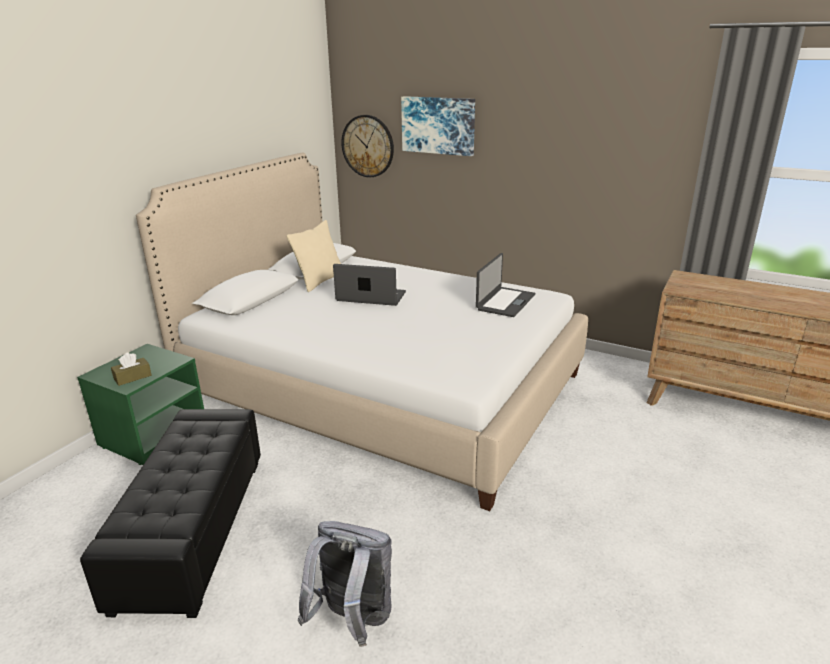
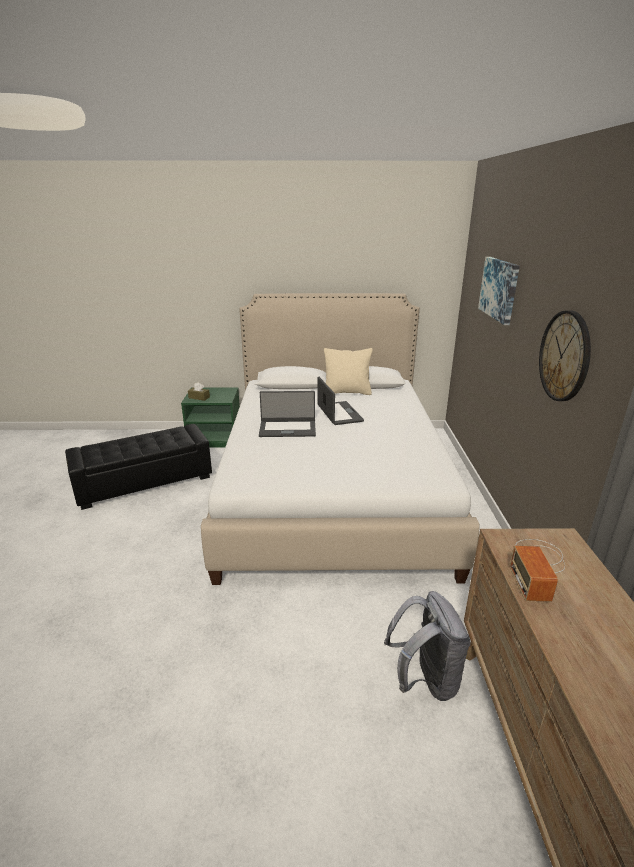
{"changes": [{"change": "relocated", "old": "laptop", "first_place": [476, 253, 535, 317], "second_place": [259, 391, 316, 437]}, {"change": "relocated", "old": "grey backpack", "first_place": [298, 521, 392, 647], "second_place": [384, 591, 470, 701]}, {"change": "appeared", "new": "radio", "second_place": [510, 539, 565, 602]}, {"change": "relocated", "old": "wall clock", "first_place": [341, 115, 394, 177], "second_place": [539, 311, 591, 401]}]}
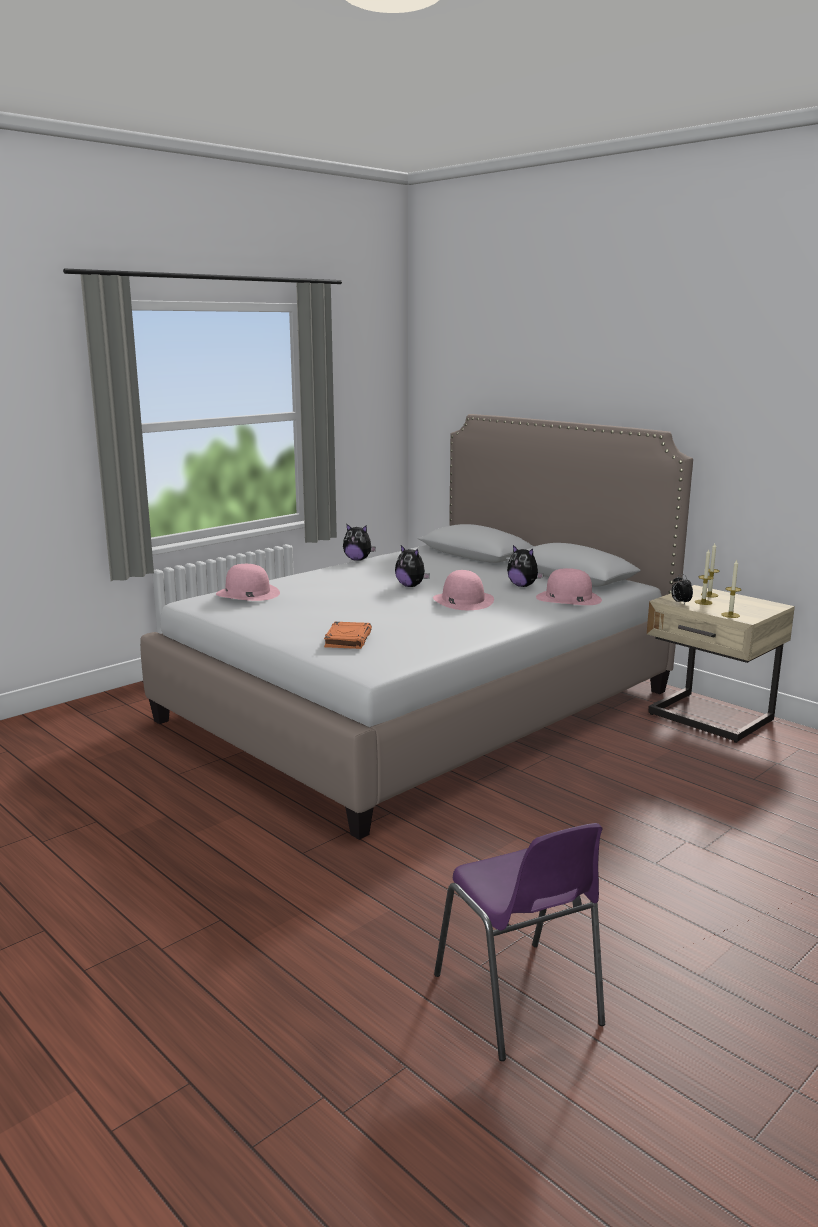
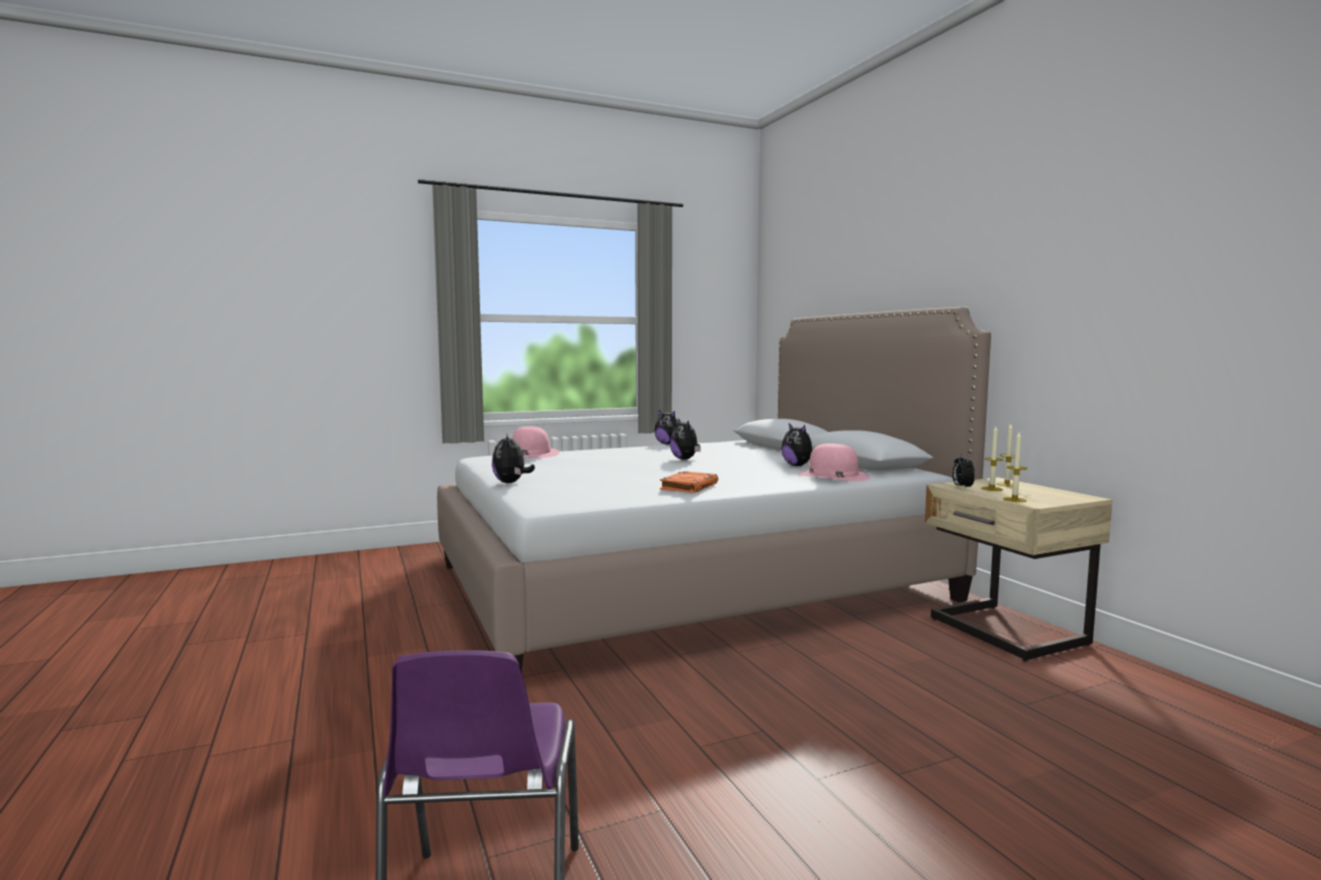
{"changes": [{"change": "appeared", "new": "plush toy", "second_place": [492, 433, 535, 483]}, {"change": "relocated", "old": "orange book", "first_place": [324, 622, 372, 649], "second_place": [660, 471, 718, 493]}, {"change": "missing", "old": "pink hat", "first_place": [433, 570, 494, 610]}]}
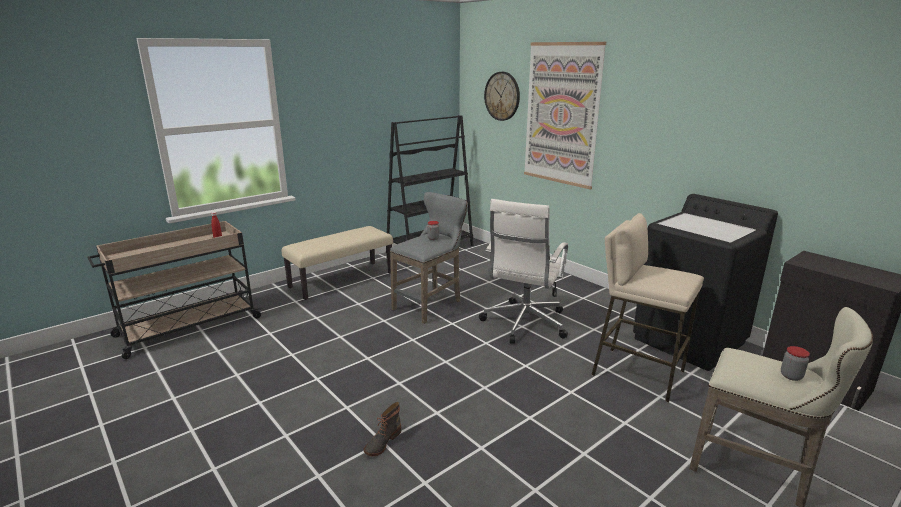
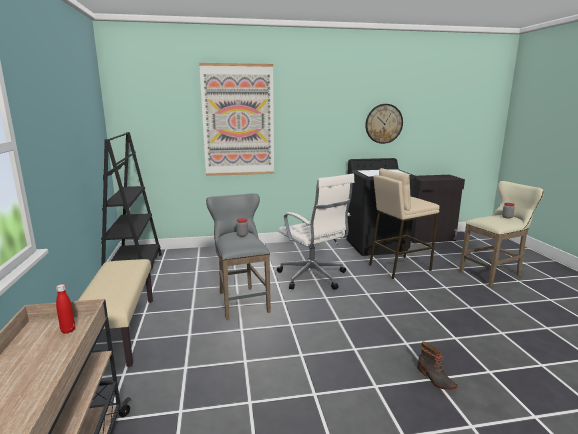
{"changes": [{"change": "relocated", "old": "wall clock", "first_place": [484, 72, 520, 121], "second_place": [365, 104, 403, 144]}]}
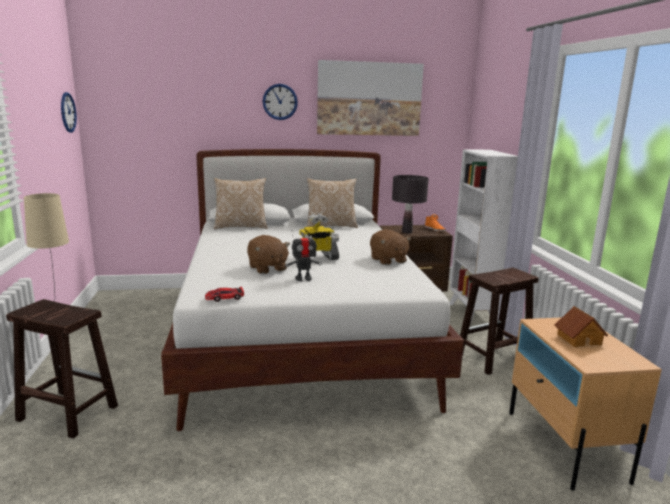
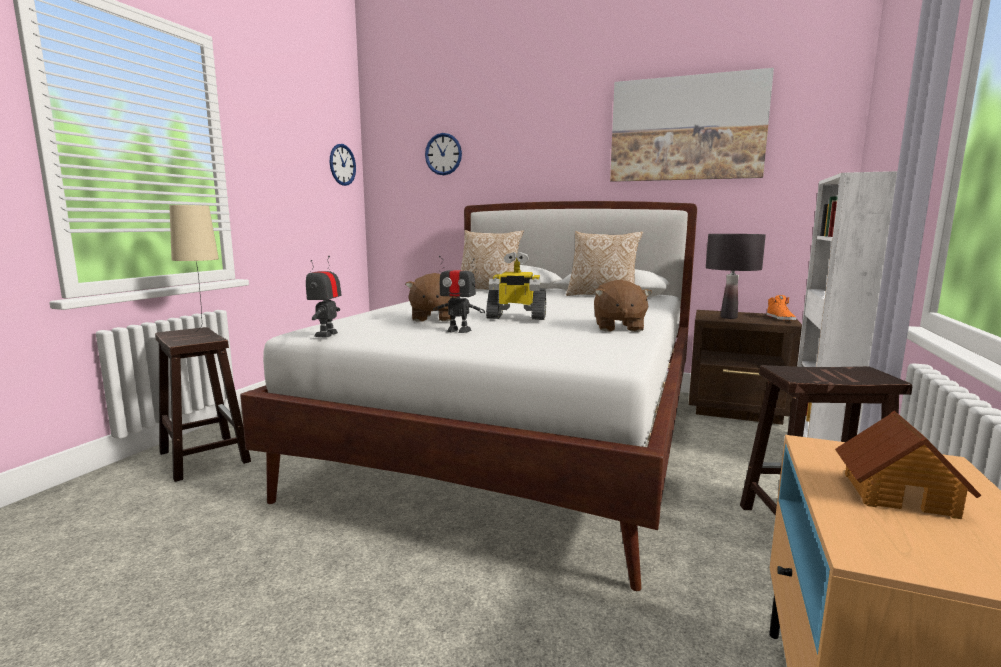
{"changes": [{"change": "exchanged", "old": "toy car", "new": "toy robot", "first_place": [205, 287, 244, 302], "second_place": [306, 256, 342, 337]}, {"change": "relocated", "old": "wall clock", "first_place": [263, 84, 298, 120], "second_place": [425, 133, 462, 175]}]}
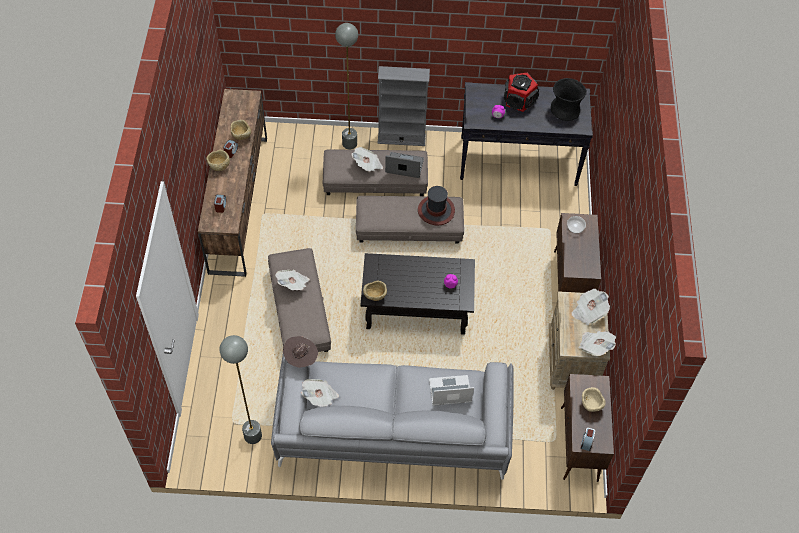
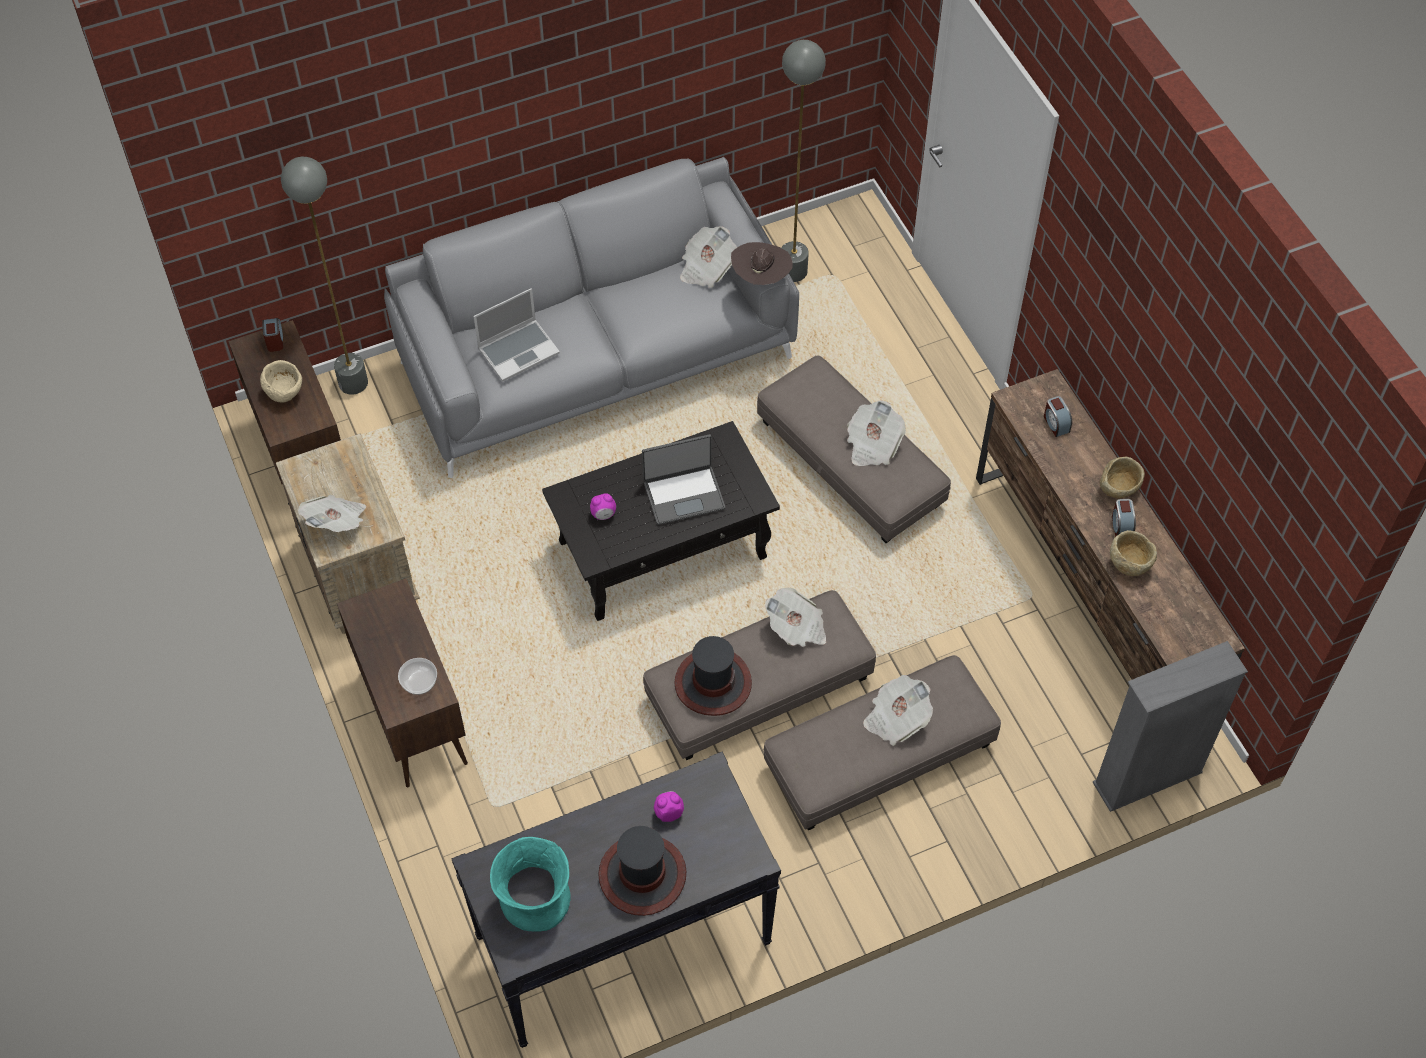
{"changes": [{"change": "relocated", "old": "grey floor lamp", "first_place": [335, 23, 358, 149], "second_place": [281, 157, 368, 395]}, {"change": "colour", "old": "black vase", "new": "turquoise vase", "first_place": [551, 78, 587, 121], "second_place": [490, 837, 571, 932]}, {"change": "exchanged", "old": "speaker", "new": "hat", "first_place": [504, 72, 539, 112], "second_place": [598, 826, 686, 916]}, {"change": "relocated", "old": "laptop", "first_place": [385, 152, 424, 178], "second_place": [642, 434, 725, 525]}, {"change": "relocated", "old": "newspaper", "first_place": [579, 331, 616, 356], "second_place": [765, 588, 826, 647]}, {"change": "relocated", "old": "grey bookcase", "first_place": [378, 66, 430, 146], "second_place": [1093, 641, 1248, 812]}, {"change": "missing", "old": "beige bowl", "first_place": [363, 281, 387, 301]}]}
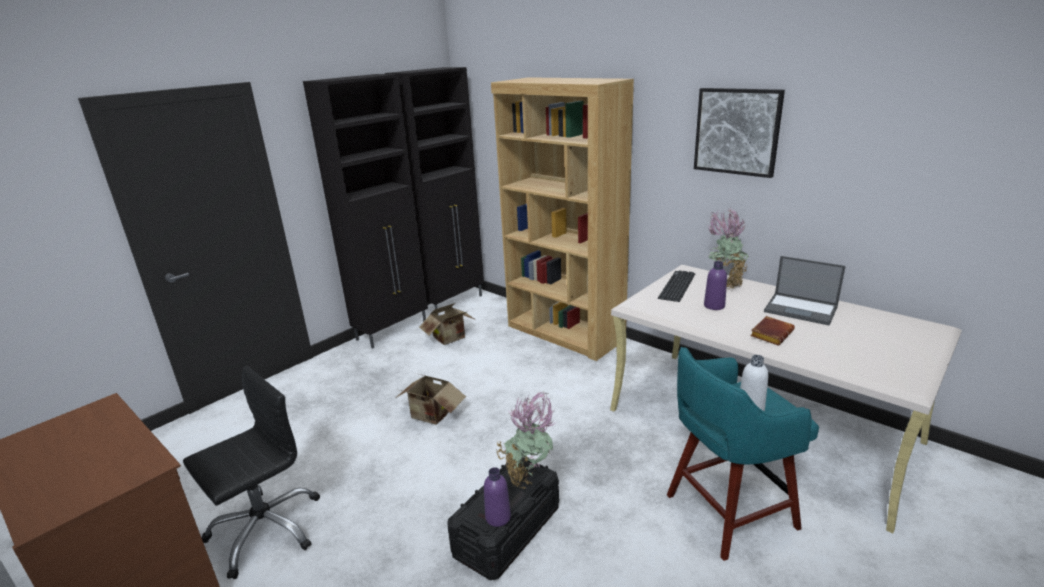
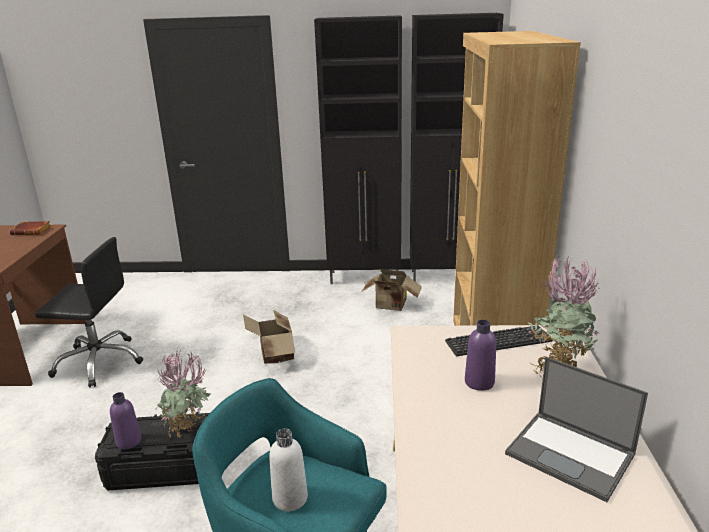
{"changes": [{"change": "relocated", "old": "brown book", "first_place": [750, 316, 795, 345], "second_place": [10, 221, 51, 235]}, {"change": "spun", "old": "laptop", "first_place": [764, 256, 846, 326], "second_place": [505, 357, 648, 502], "degrees": -45}, {"change": "missing", "old": "picture", "first_place": [694, 88, 785, 178]}]}
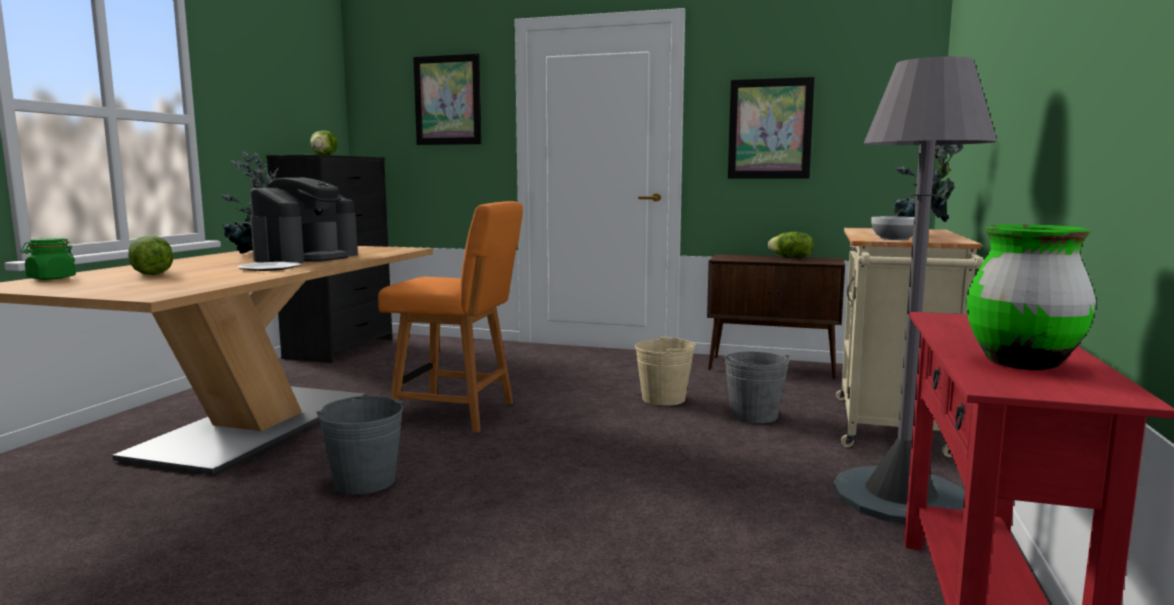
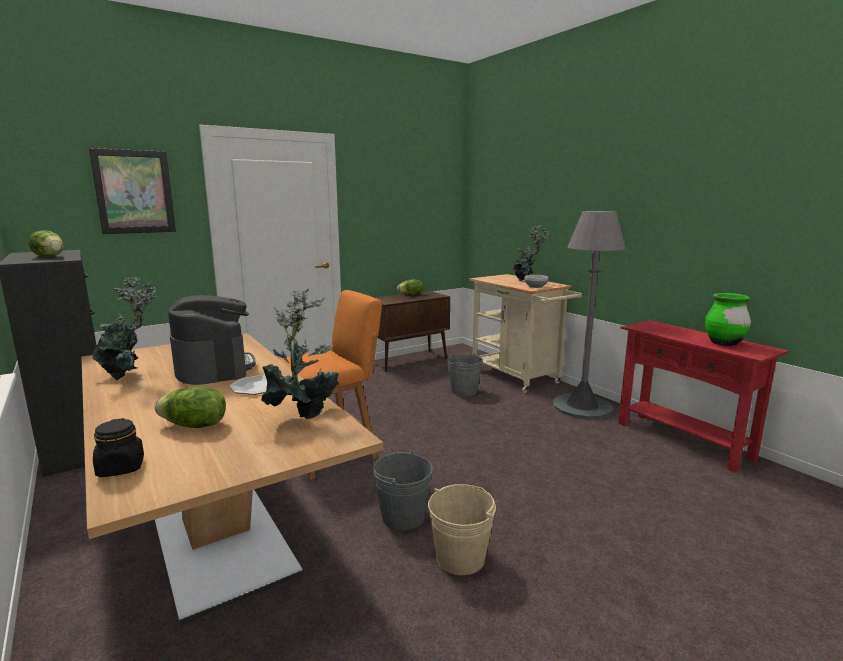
{"changes": [{"change": "colour", "old": "green jar", "new": "black jar", "first_place": [21, 238, 76, 280], "second_place": [93, 418, 144, 477]}, {"change": "appeared", "new": "potted plant", "second_place": [261, 289, 340, 419]}, {"change": "relocated", "old": "beige bucket", "first_place": [635, 336, 696, 406], "second_place": [428, 484, 496, 575]}, {"change": "missing", "old": "picture", "first_place": [728, 77, 815, 179]}]}
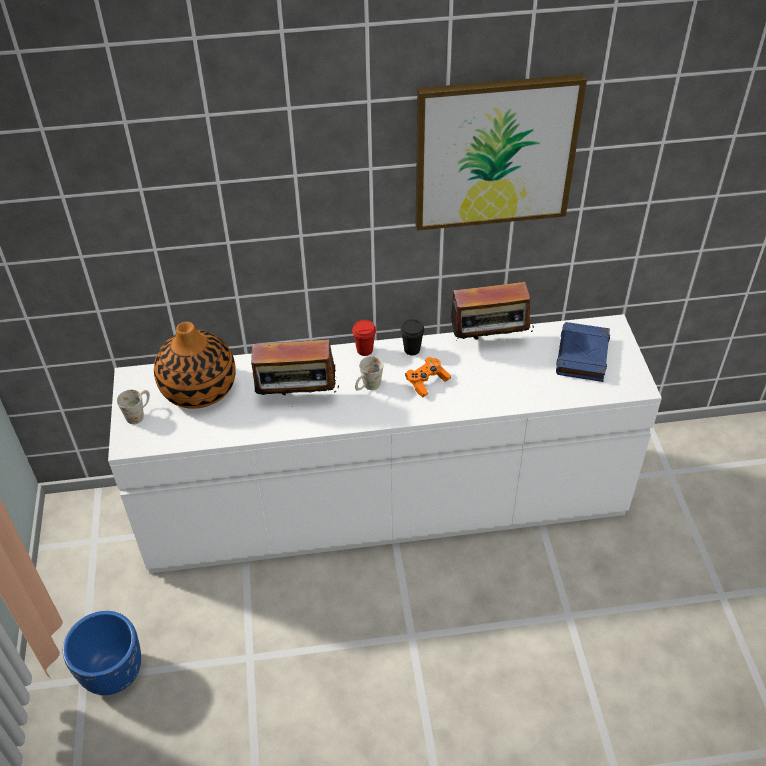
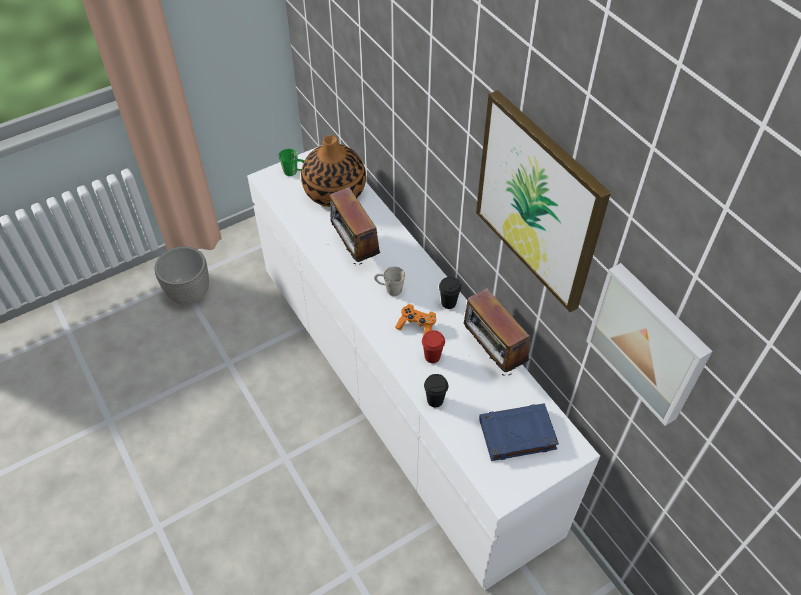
{"changes": [{"change": "colour", "old": "blue planter", "new": "grey planter", "first_place": [63, 611, 141, 695], "second_place": [154, 246, 209, 305]}, {"change": "colour", "old": "white mug", "new": "green mug", "first_place": [117, 390, 150, 424], "second_place": [279, 149, 304, 176]}, {"change": "relocated", "old": "red cup", "first_place": [352, 320, 376, 356], "second_place": [422, 330, 445, 363]}, {"change": "appeared", "new": "black cup", "second_place": [424, 374, 448, 407]}, {"change": "appeared", "new": "picture", "second_place": [586, 263, 713, 426]}]}
